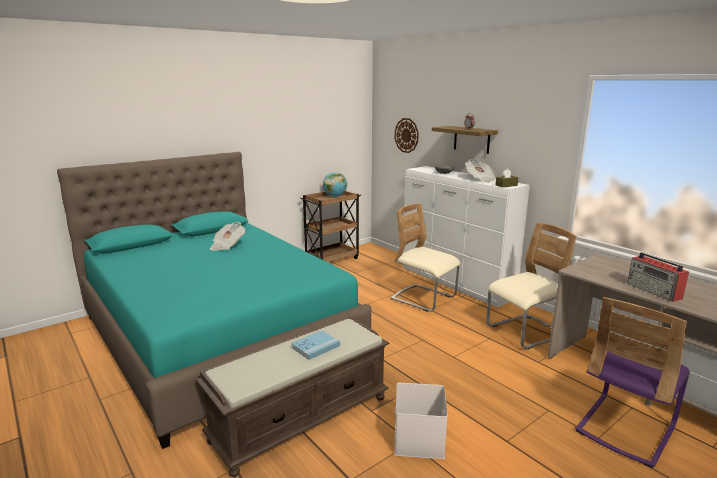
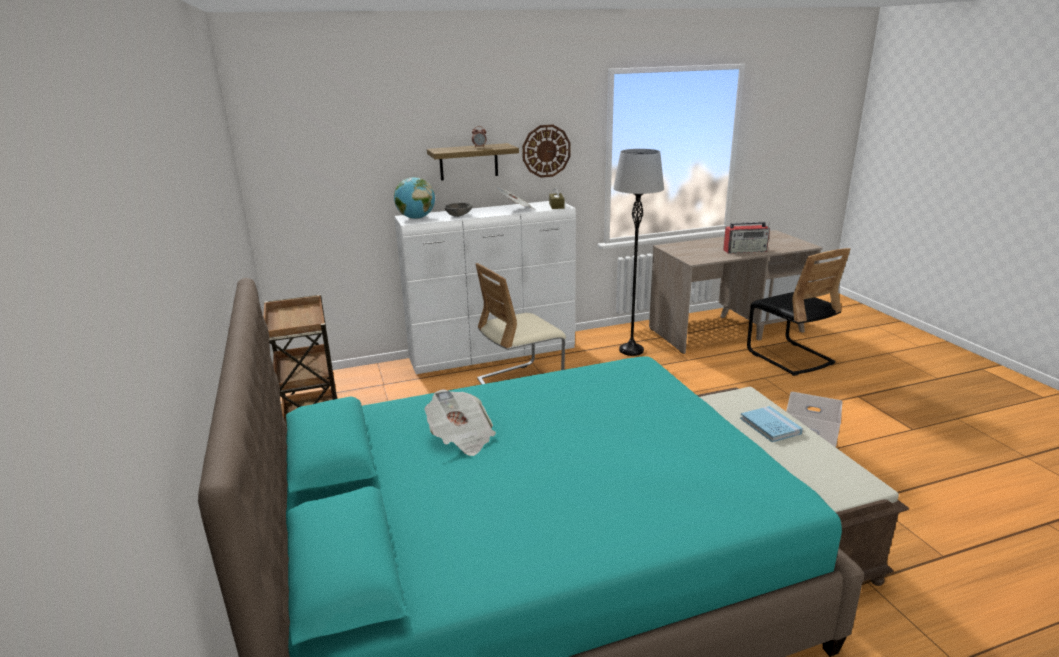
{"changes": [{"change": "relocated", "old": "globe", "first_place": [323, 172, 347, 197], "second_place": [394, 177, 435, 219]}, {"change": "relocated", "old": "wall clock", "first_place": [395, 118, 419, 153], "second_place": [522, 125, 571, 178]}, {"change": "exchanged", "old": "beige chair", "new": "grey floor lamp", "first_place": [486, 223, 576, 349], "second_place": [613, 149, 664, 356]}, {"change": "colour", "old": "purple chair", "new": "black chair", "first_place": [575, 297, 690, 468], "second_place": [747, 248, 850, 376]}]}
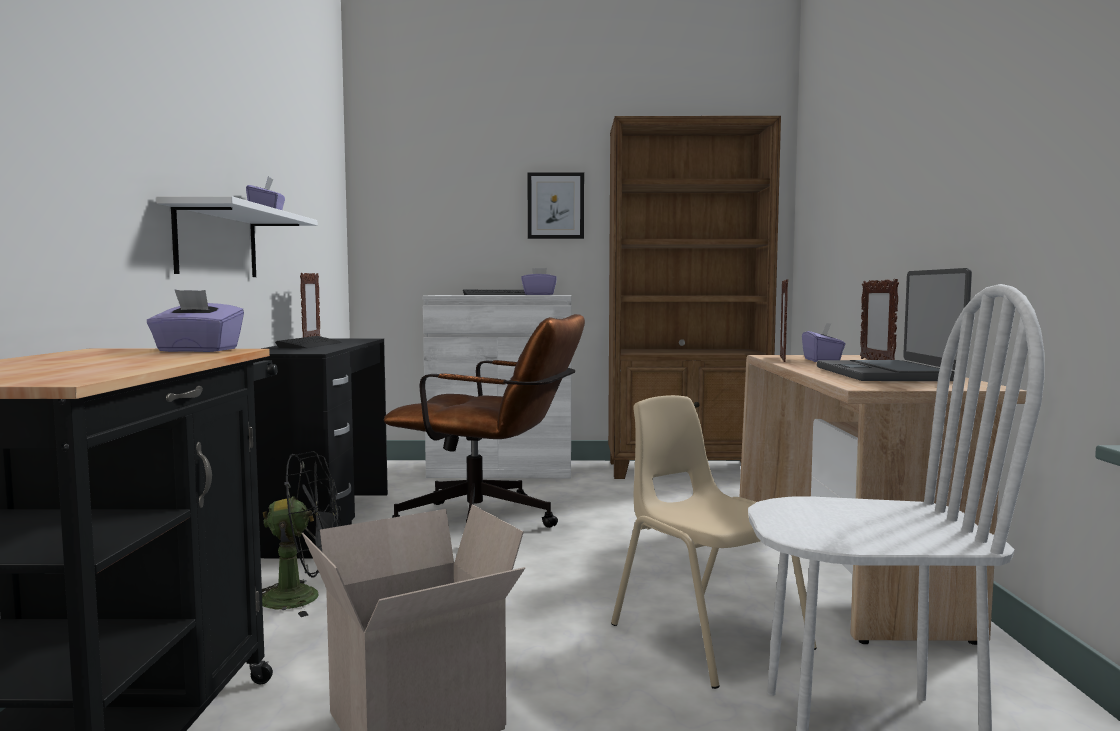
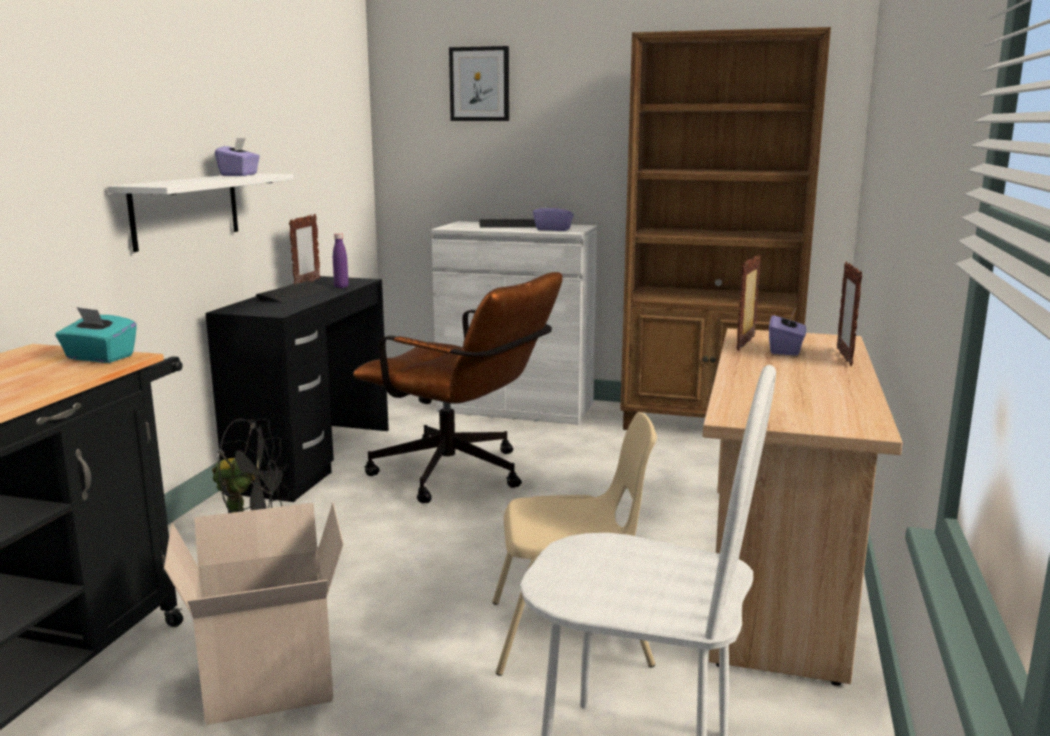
{"changes": [{"change": "colour", "old": "purple tissue box", "new": "turquoise tissue box", "first_place": [147, 289, 244, 352], "second_place": [55, 307, 137, 363]}, {"change": "appeared", "new": "purple bottle", "second_place": [333, 233, 349, 288]}, {"change": "relocated", "old": "picture", "first_place": [528, 172, 584, 239], "second_place": [449, 46, 509, 121]}, {"change": "spun", "old": "beige chair", "first_place": [611, 395, 817, 689], "second_place": [492, 412, 657, 676], "degrees": 105}, {"change": "missing", "old": "laptop", "first_place": [817, 268, 972, 381]}]}
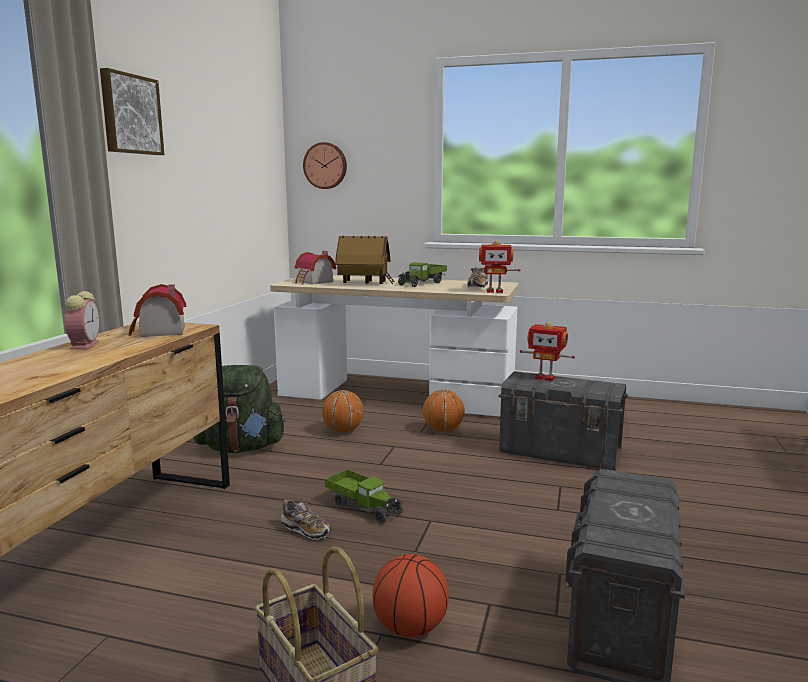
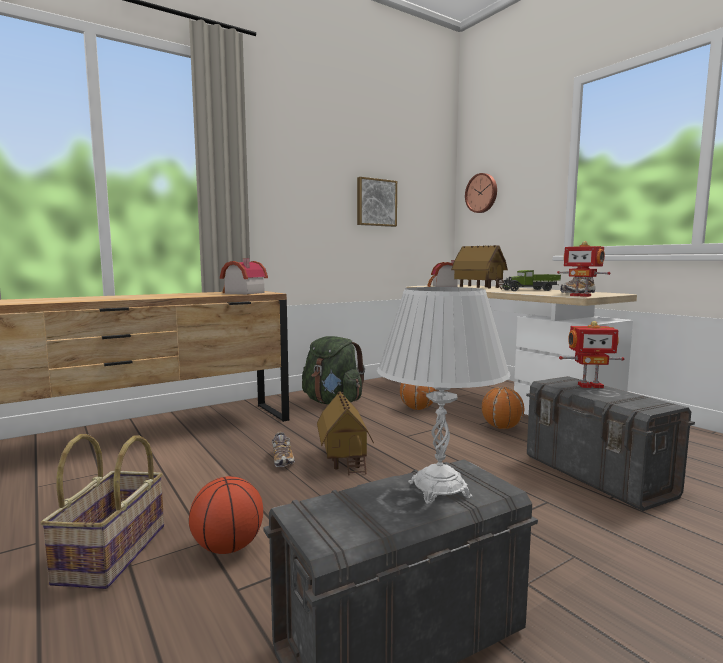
{"changes": [{"change": "exchanged", "old": "toy truck", "new": "toy house", "first_place": [325, 469, 403, 524], "second_place": [317, 391, 374, 476]}, {"change": "relocated", "old": "picture", "first_place": [100, 68, 164, 155], "second_place": [357, 177, 397, 227]}, {"change": "appeared", "new": "white table lamp", "second_place": [377, 287, 511, 504]}, {"change": "spun", "old": "toy robot", "first_place": [520, 322, 575, 381], "second_place": [559, 321, 624, 388], "degrees": -60}, {"change": "missing", "old": "alarm clock", "first_place": [64, 291, 99, 350]}]}
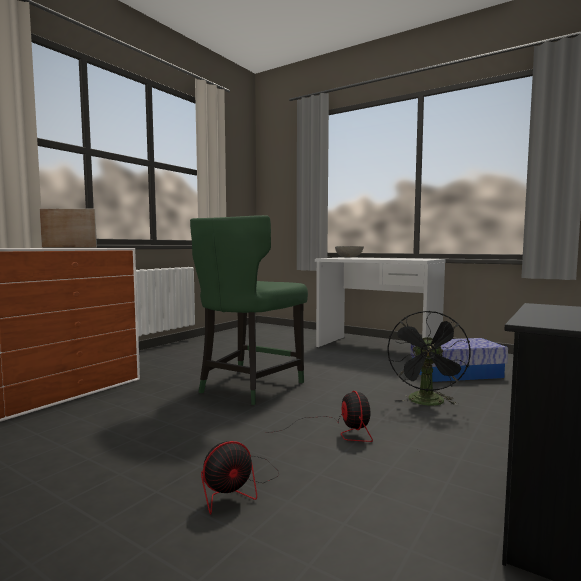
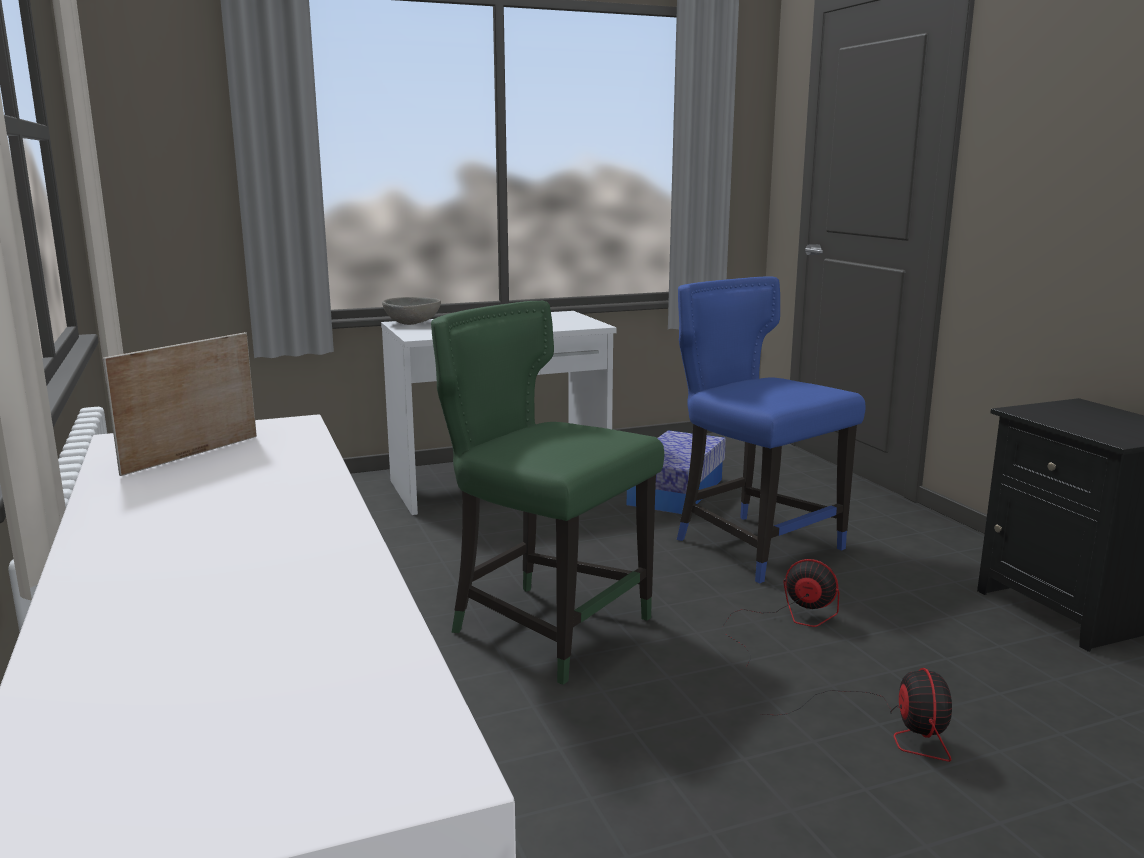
{"changes": [{"change": "spun", "old": "green chair", "first_place": [190, 215, 308, 405], "second_place": [431, 301, 664, 685], "degrees": 150}, {"change": "exchanged", "old": "black fan", "new": "blue chair", "first_place": [387, 311, 471, 406], "second_place": [677, 277, 866, 584]}]}
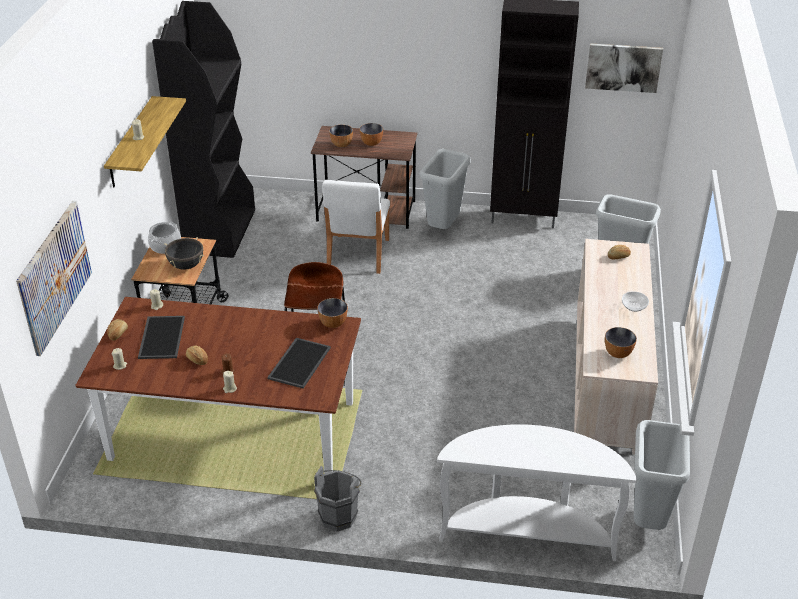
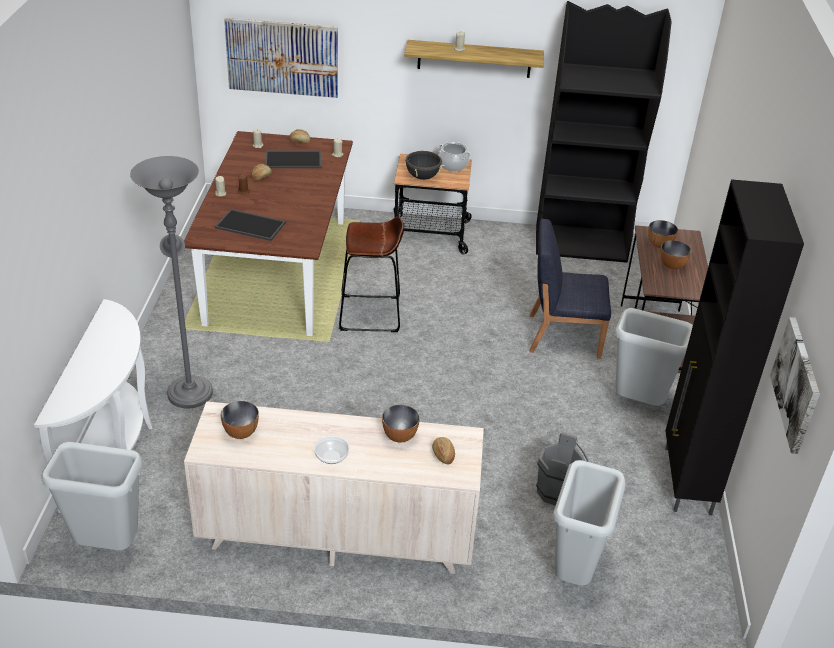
{"changes": [{"change": "appeared", "new": "grey floor lamp", "second_place": [130, 156, 213, 408]}, {"change": "relocated", "old": "bowl", "first_place": [317, 298, 348, 328], "second_place": [382, 405, 420, 443]}, {"change": "colour", "old": "white chair", "new": "blue chair", "first_place": [322, 180, 390, 274], "second_place": [529, 219, 611, 359]}, {"change": "relocated", "old": "grey bucket", "first_place": [314, 466, 361, 531], "second_place": [536, 433, 588, 506]}]}
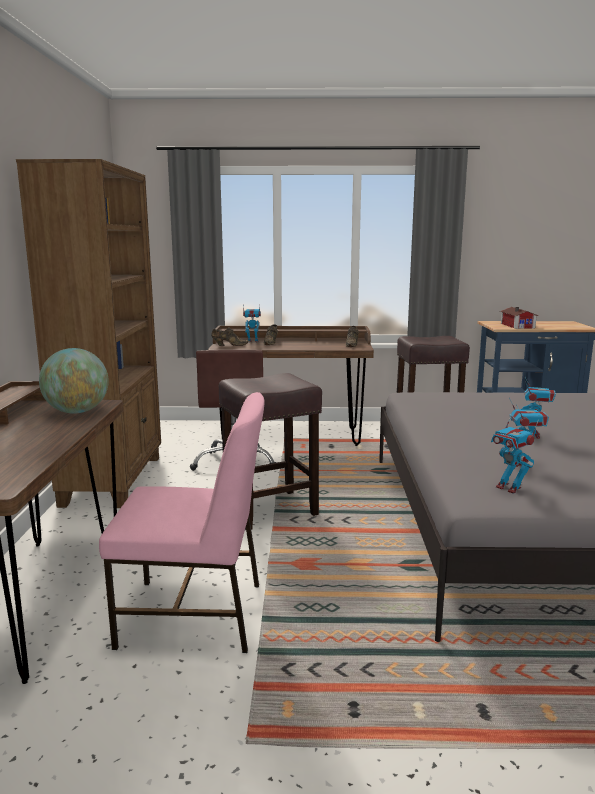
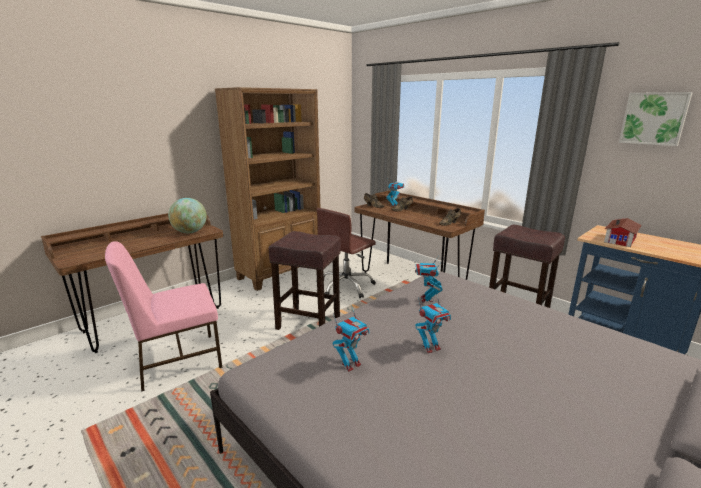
{"changes": [{"change": "spun", "old": "pink chair", "first_place": [99, 392, 264, 653], "second_place": [105, 241, 222, 392], "degrees": 105}, {"change": "relocated", "old": "toy robot", "first_place": [491, 413, 539, 494], "second_place": [415, 256, 442, 303]}, {"change": "appeared", "new": "picture", "second_place": [619, 92, 693, 146]}]}
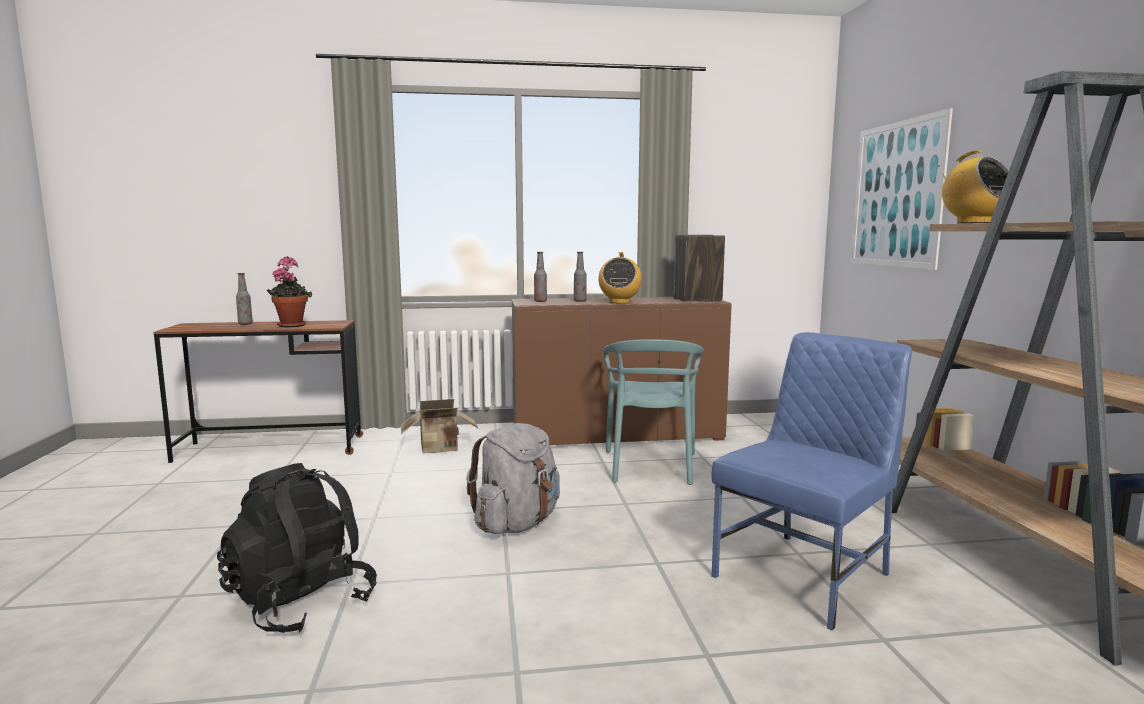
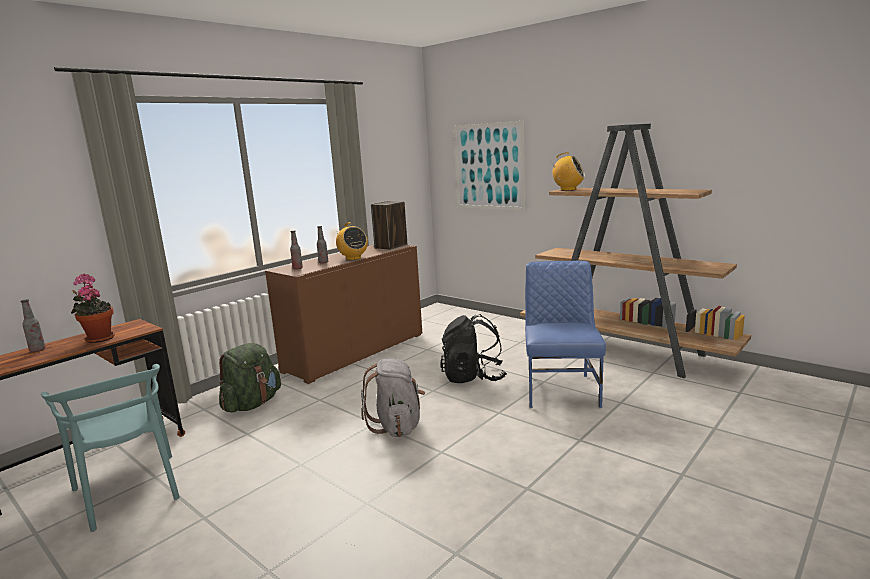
{"changes": [{"change": "relocated", "old": "turquoise chair", "first_place": [603, 339, 704, 485], "second_place": [41, 364, 180, 532]}, {"change": "exchanged", "old": "cardboard box", "new": "green backpack", "first_place": [401, 399, 478, 454], "second_place": [218, 343, 281, 413]}, {"change": "relocated", "old": "black backpack", "first_place": [217, 463, 377, 633], "second_place": [440, 314, 507, 383]}]}
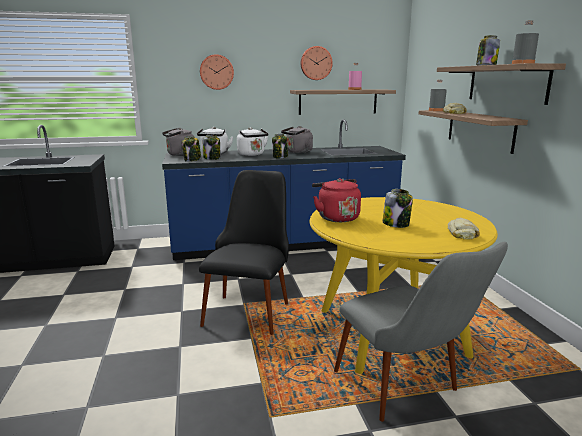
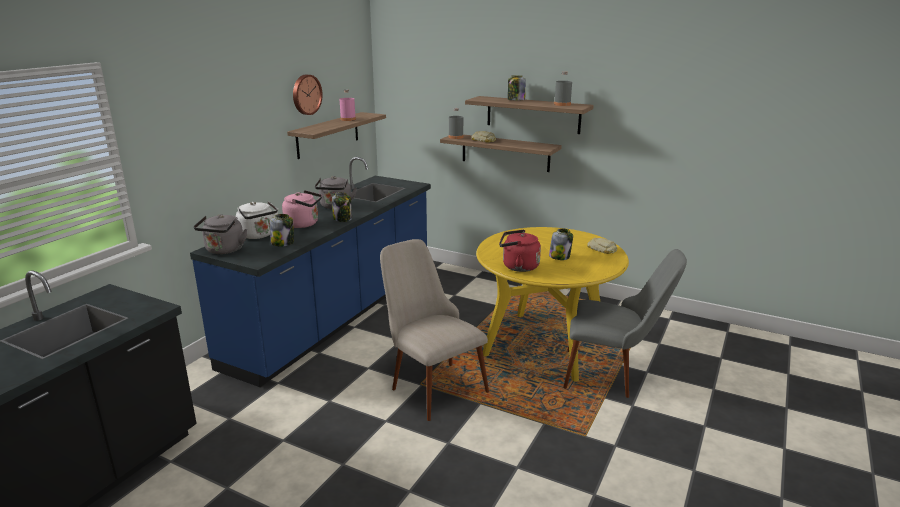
{"changes": [{"change": "colour", "old": "white kettle", "new": "pink kettle", "first_place": [237, 128, 268, 156], "second_place": [282, 190, 322, 228]}, {"change": "colour", "old": "black chair", "new": "beige chair", "first_place": [199, 170, 289, 335], "second_place": [380, 239, 489, 421]}, {"change": "missing", "old": "jar", "first_place": [182, 136, 201, 162]}, {"change": "missing", "old": "wall clock", "first_place": [200, 54, 234, 90]}]}
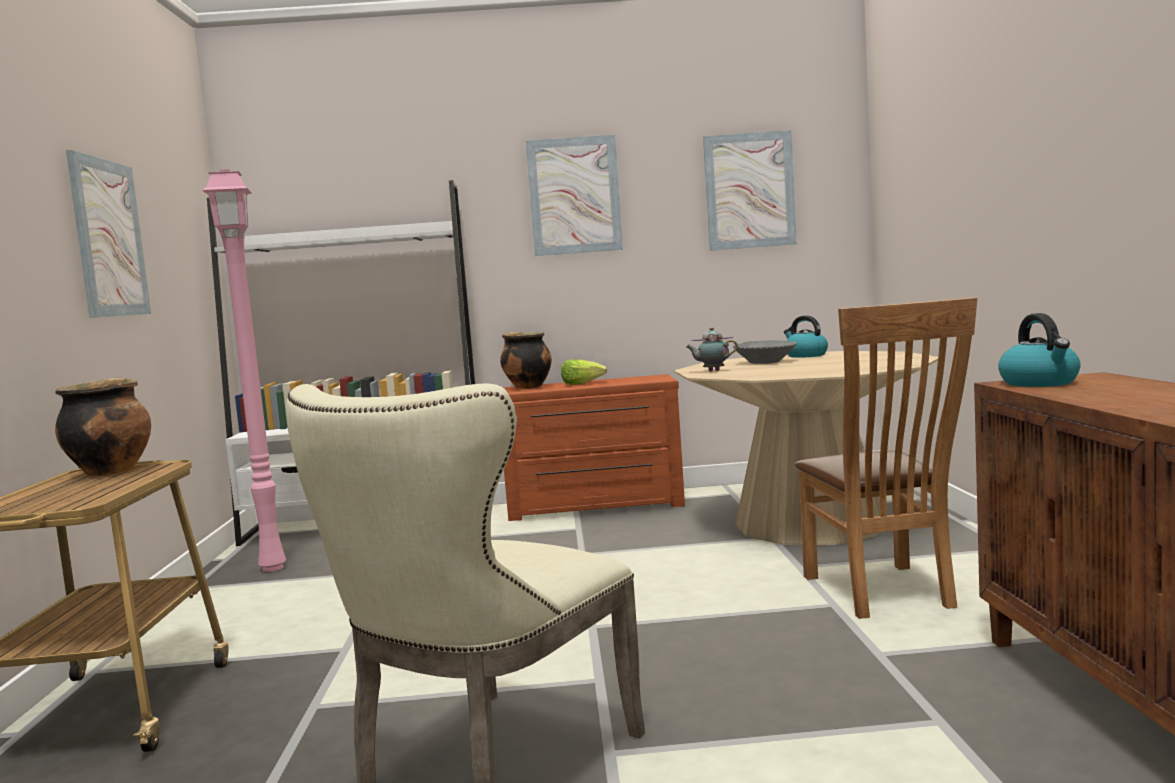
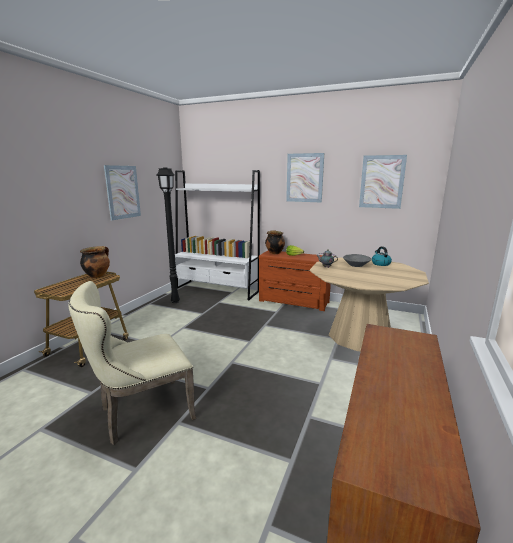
{"changes": [{"change": "colour", "old": "pink floor lamp", "new": "black floor lamp", "first_place": [202, 169, 286, 572], "second_place": [157, 167, 180, 303]}, {"change": "missing", "old": "brown chair", "first_place": [795, 298, 977, 619]}, {"change": "missing", "old": "kettle", "first_place": [998, 313, 1081, 387]}]}
